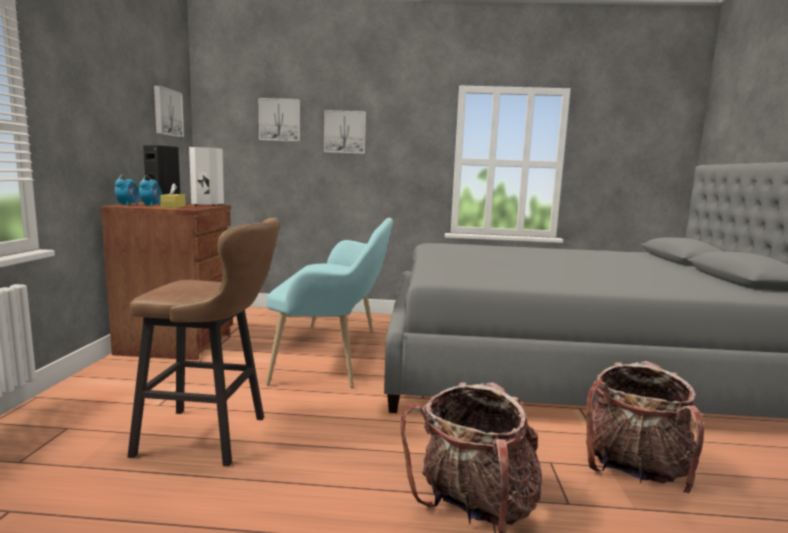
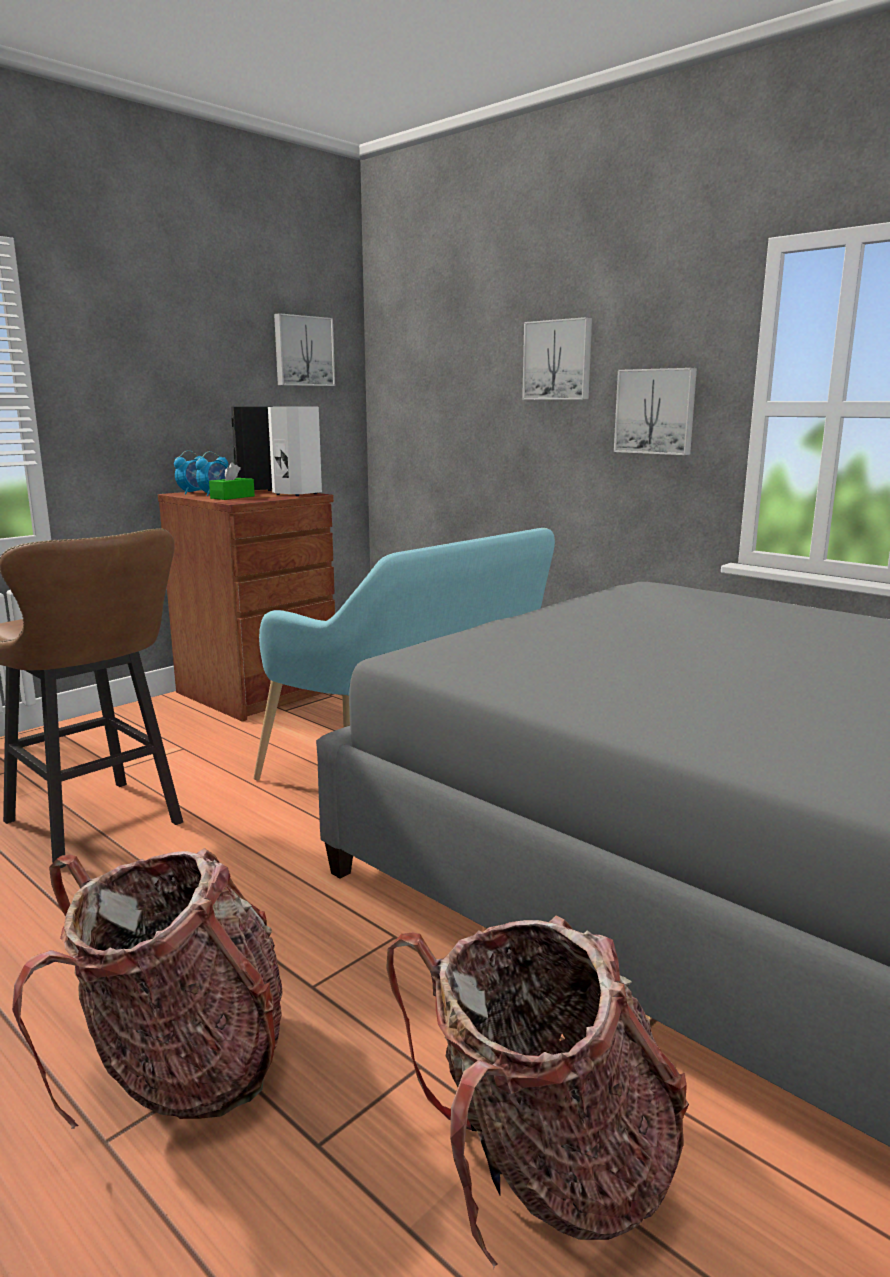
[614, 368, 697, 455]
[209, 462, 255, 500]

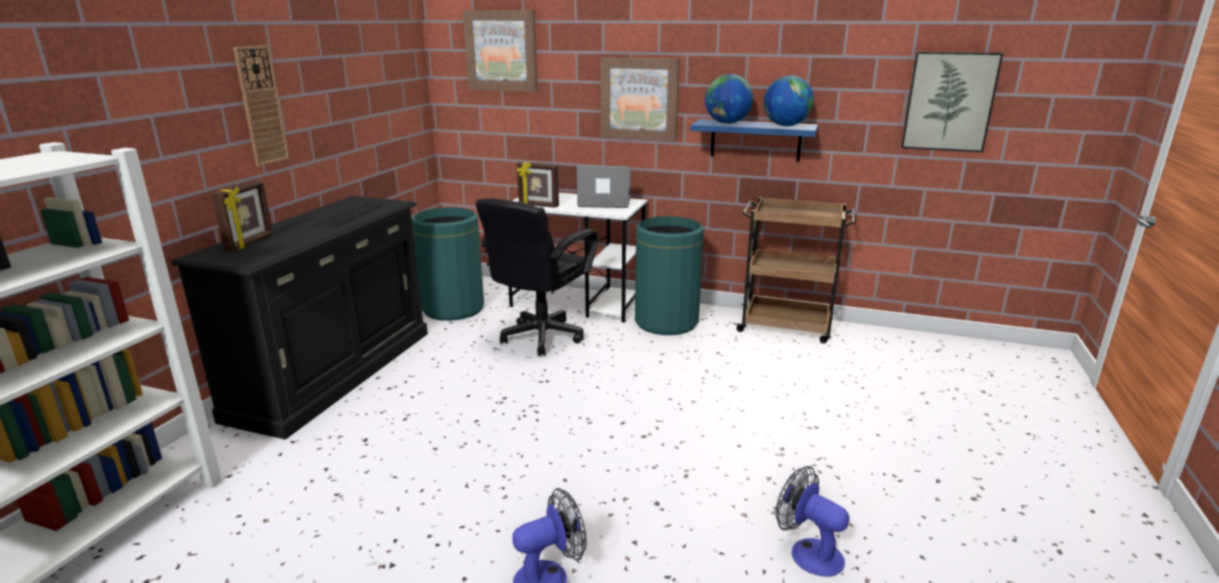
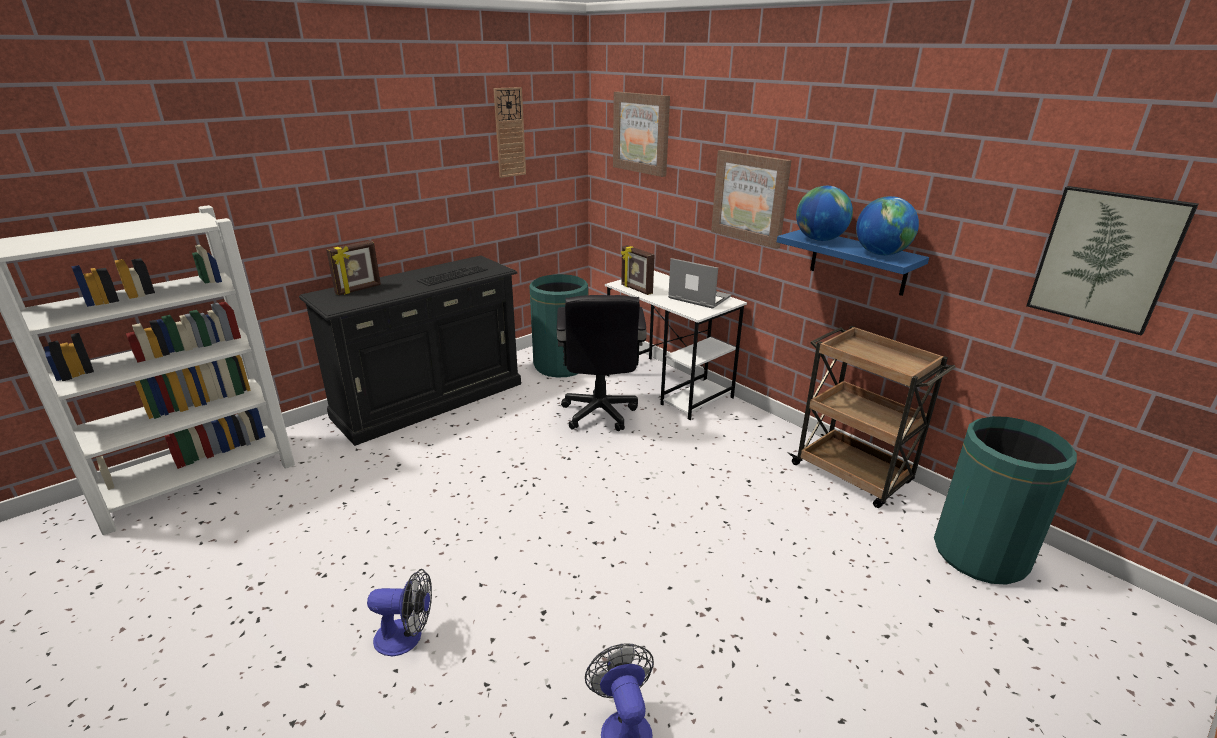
[493, 87, 526, 178]
[557, 295, 647, 431]
[934, 416, 1077, 585]

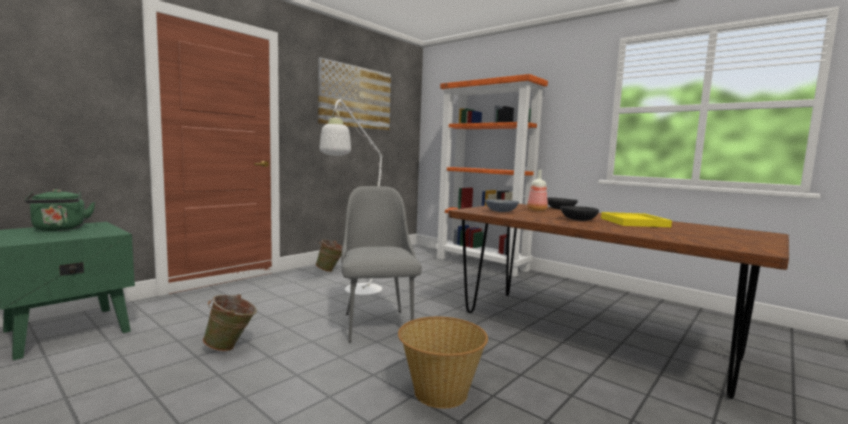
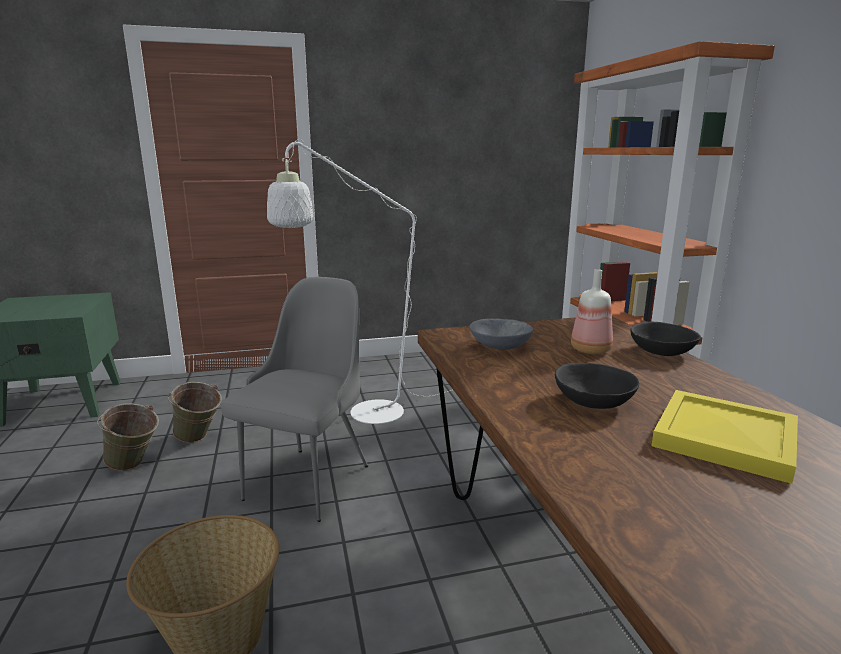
[318, 57, 391, 130] (first image)
[25, 189, 96, 231] (first image)
[168, 382, 222, 443]

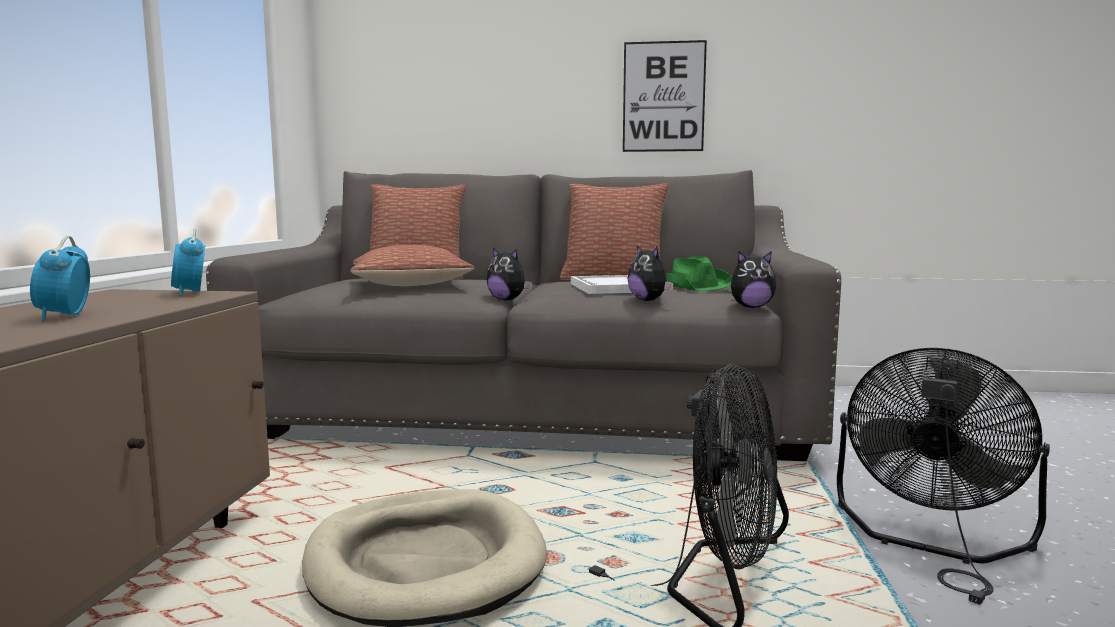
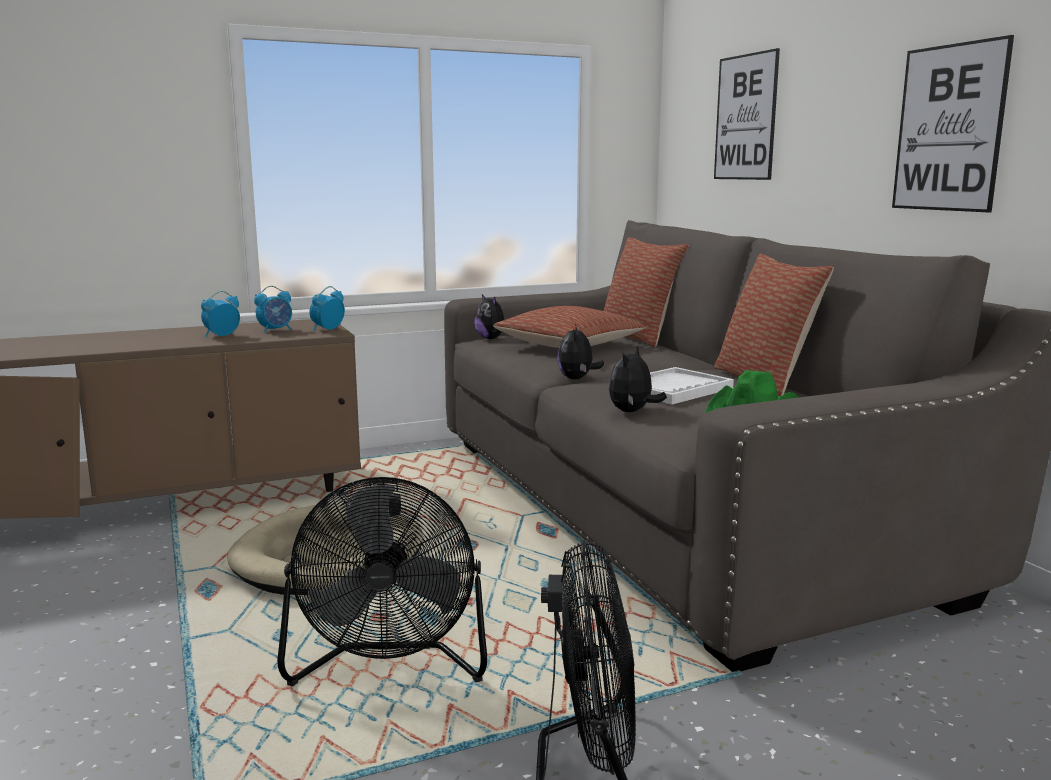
[474, 294, 504, 339]
[714, 48, 780, 180]
[254, 286, 292, 333]

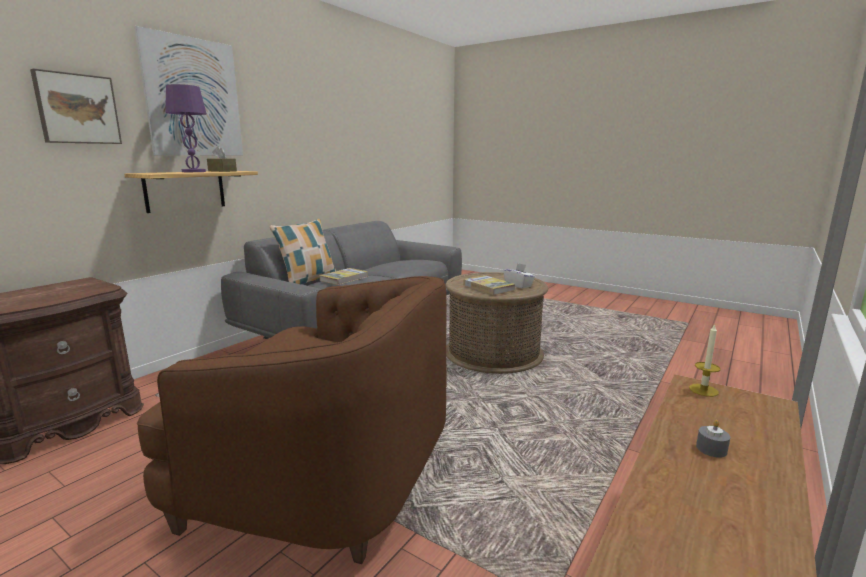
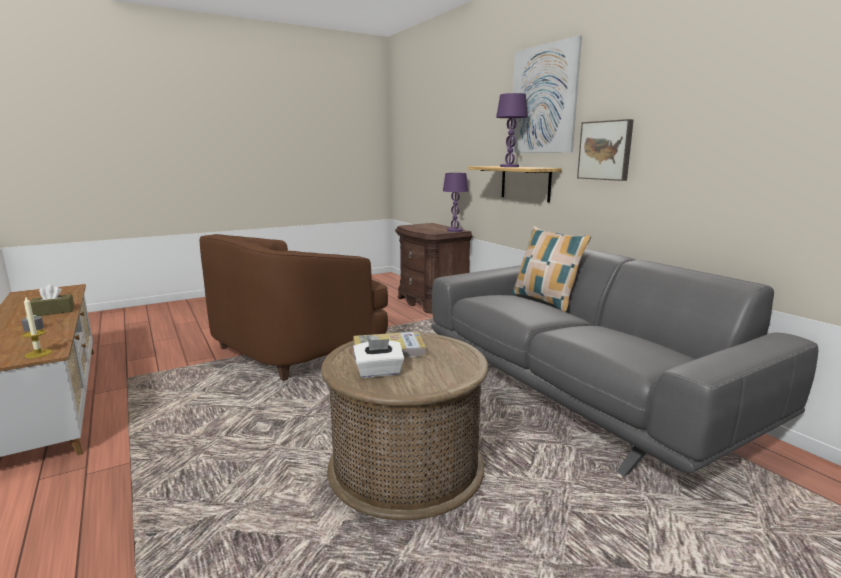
[577, 119, 634, 181]
[30, 285, 74, 316]
[319, 268, 368, 285] (first image)
[443, 173, 468, 232]

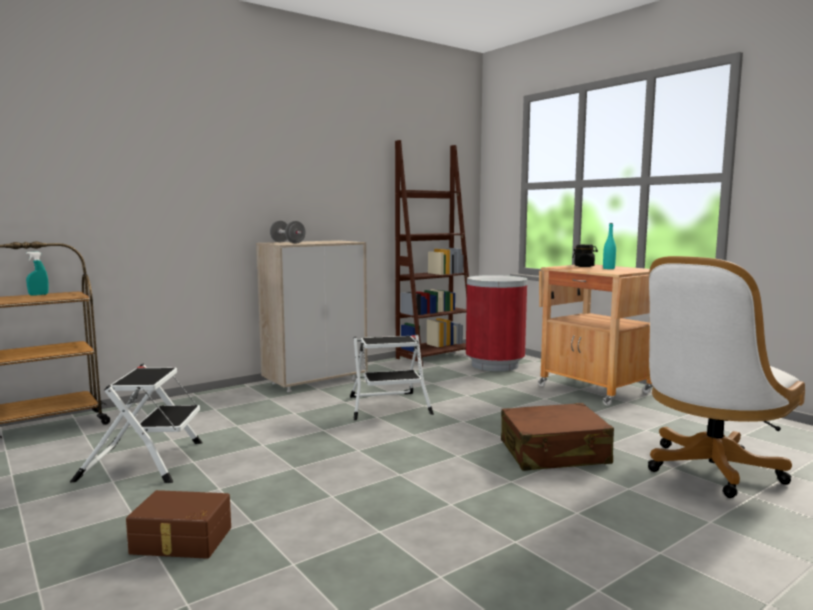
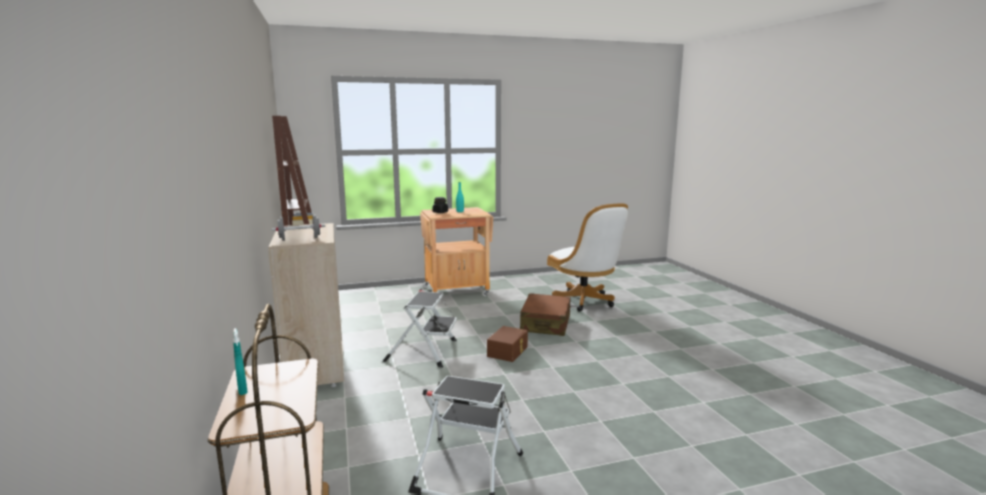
[466, 275, 527, 371] (first image)
[487, 326, 528, 362]

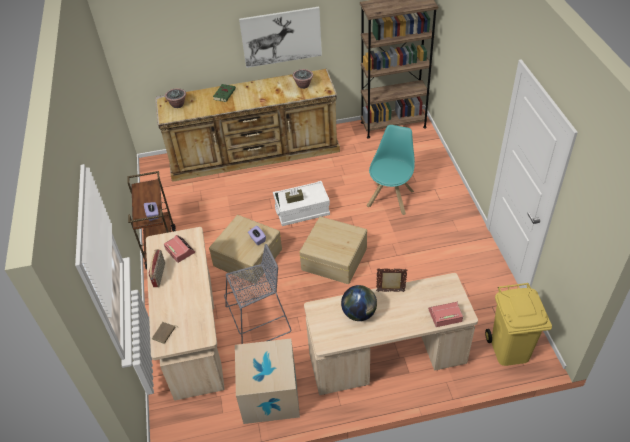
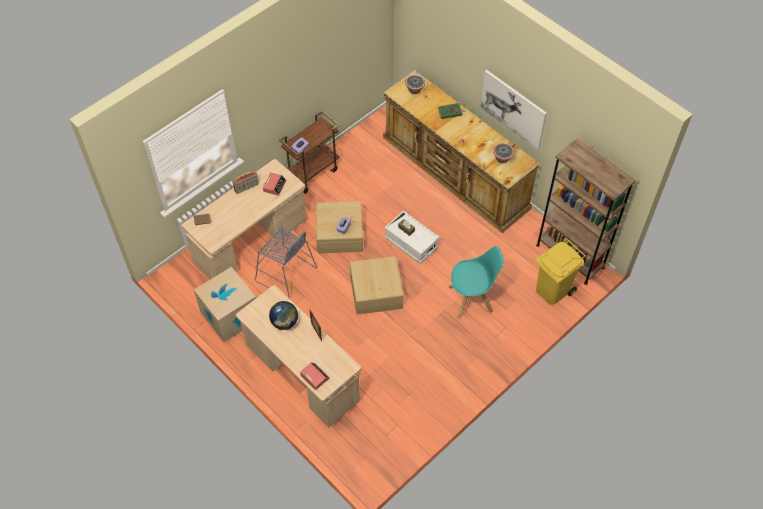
[535, 240, 586, 305]

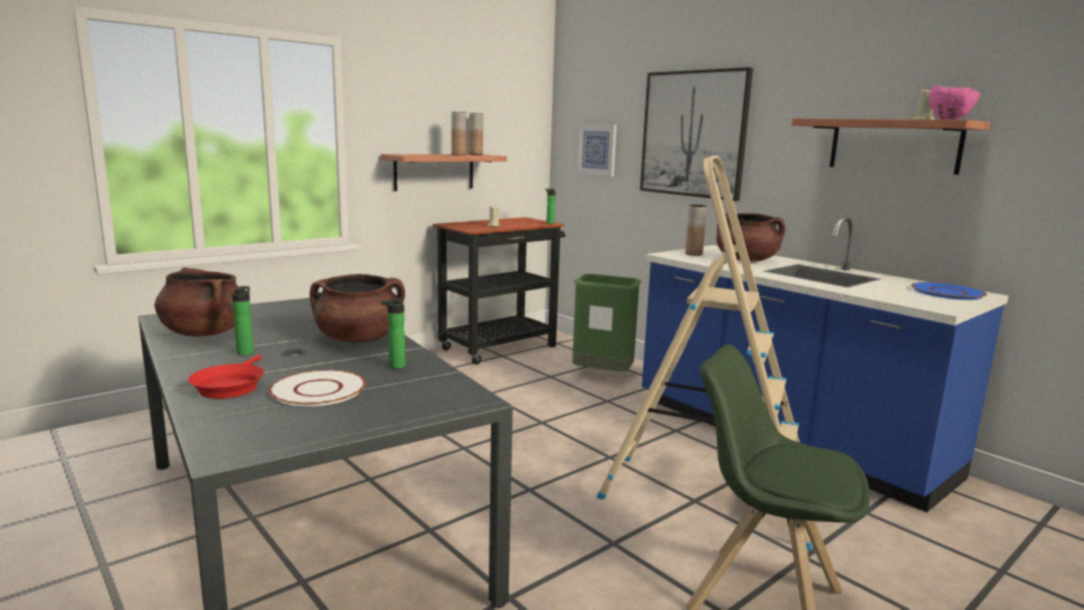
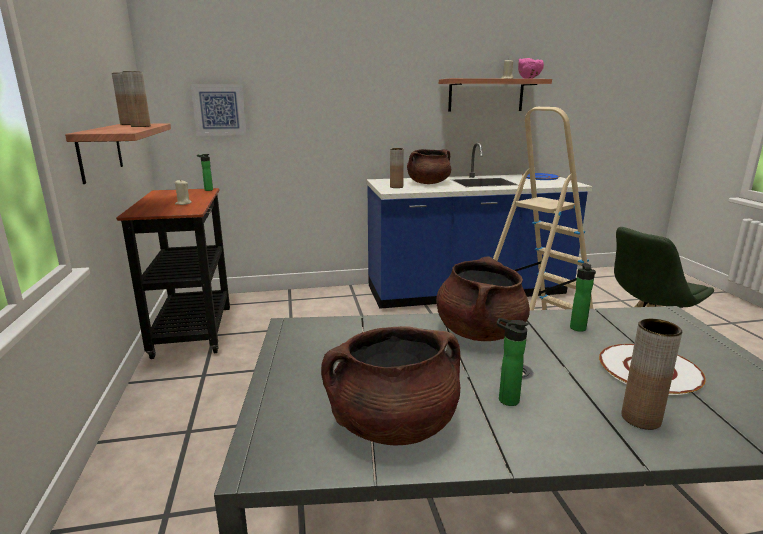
[640, 67, 753, 201] (first image)
[572, 274, 641, 377] (first image)
[621, 319, 682, 430]

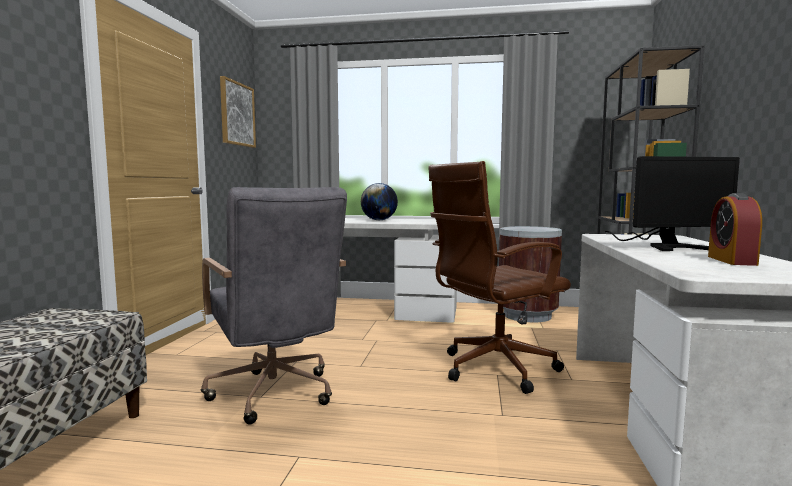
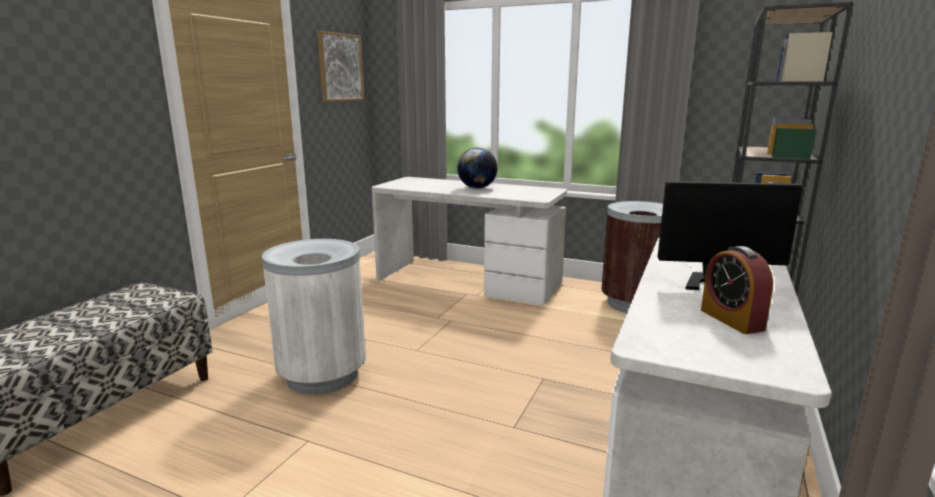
[428, 161, 571, 394] (first image)
[262, 239, 366, 395]
[701, 246, 773, 334]

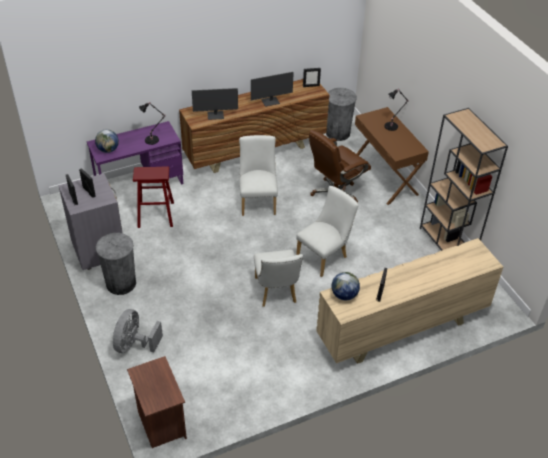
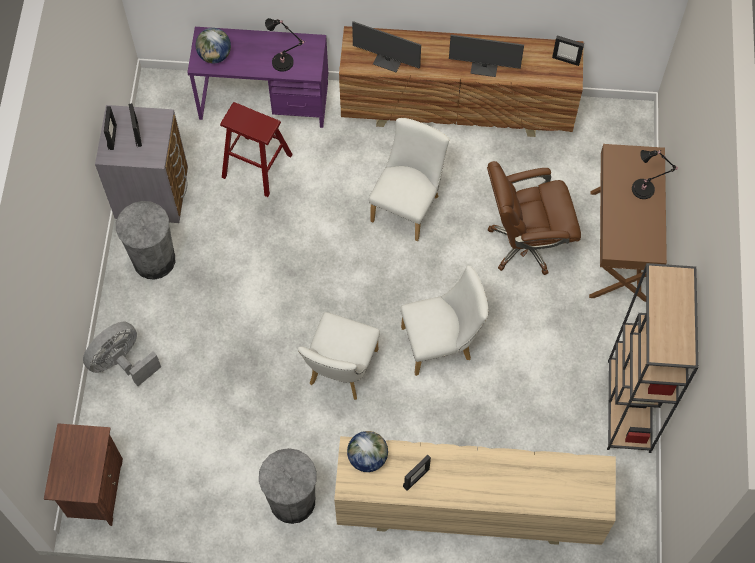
[259, 448, 317, 524]

